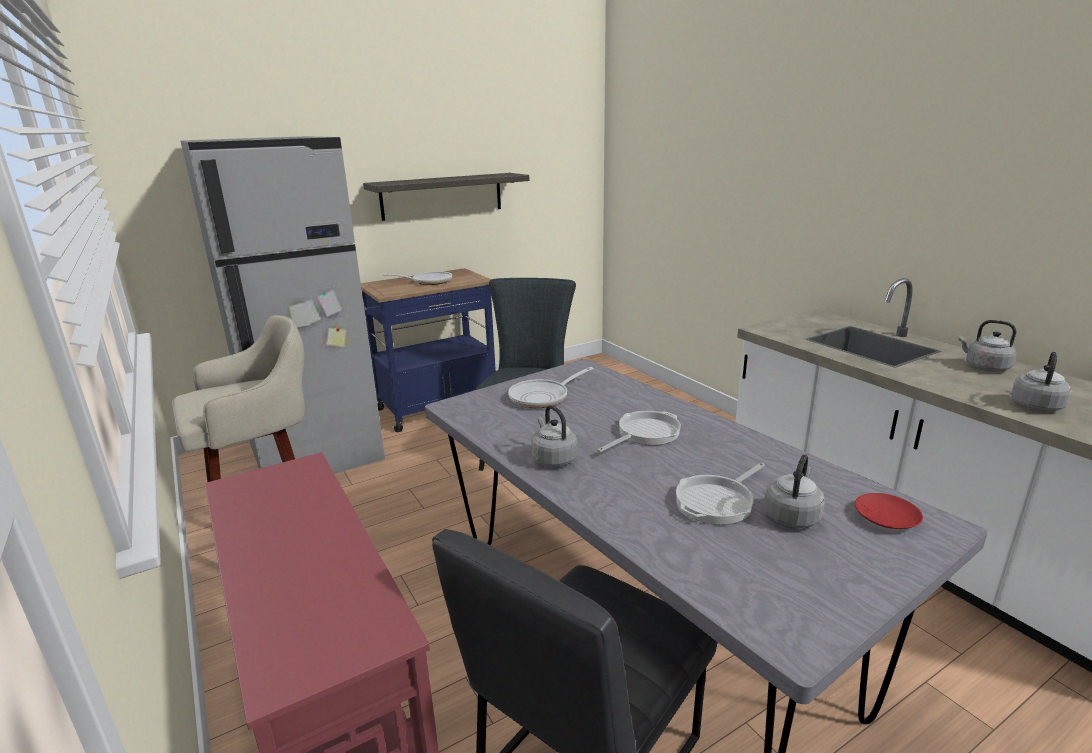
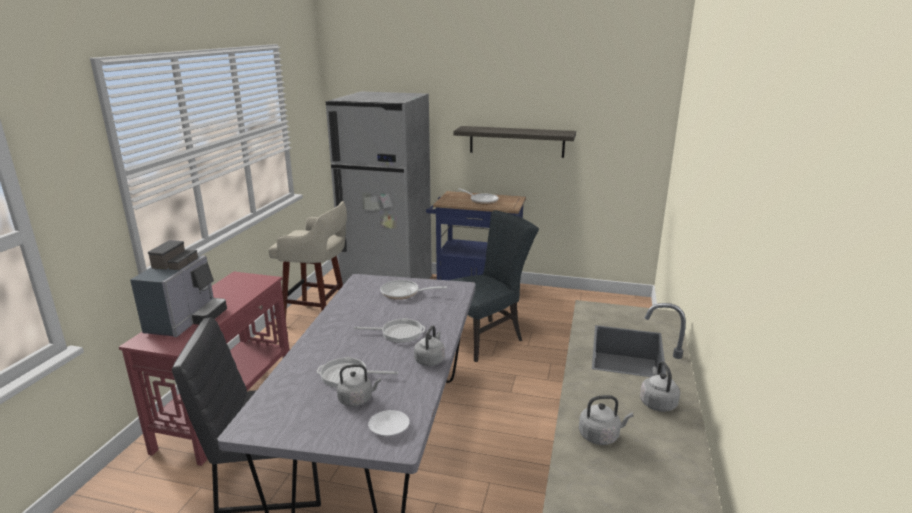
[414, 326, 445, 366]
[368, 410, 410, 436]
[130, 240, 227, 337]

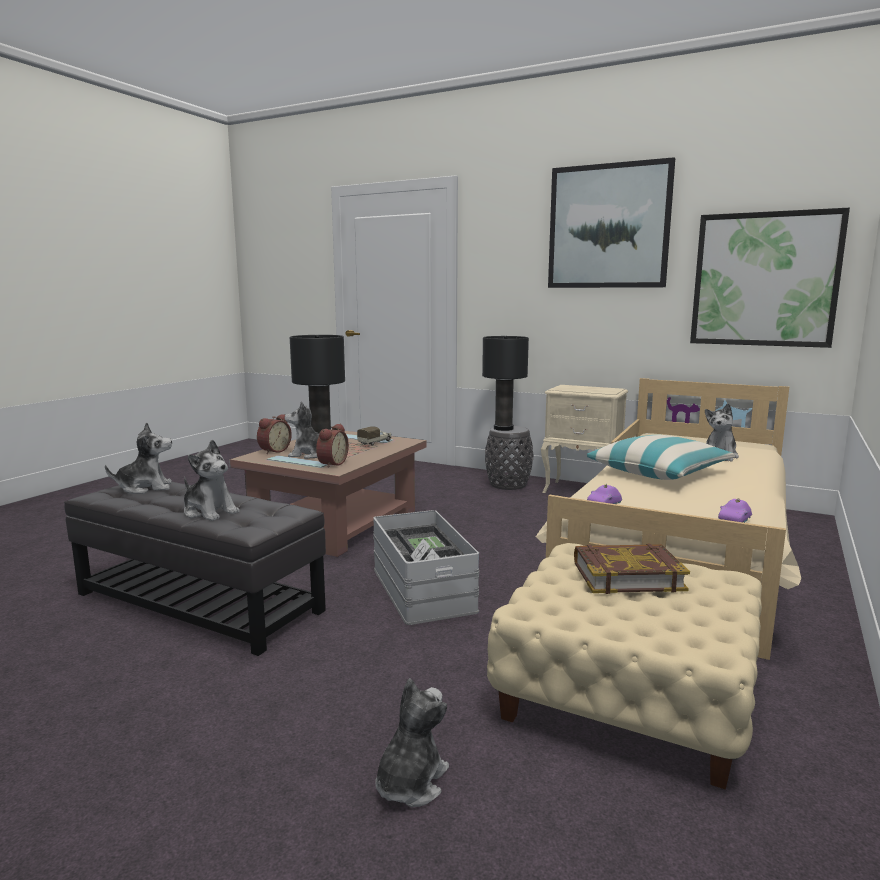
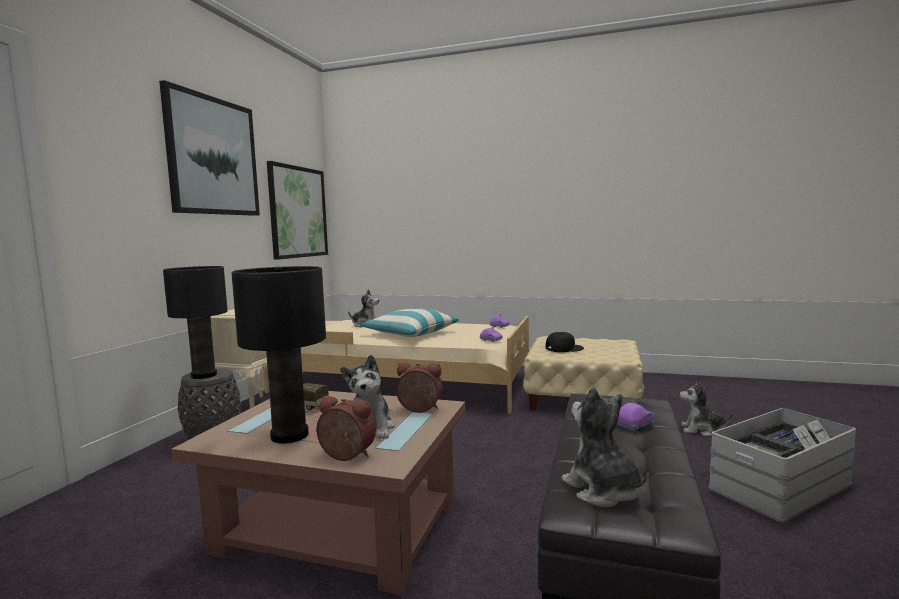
[617, 399, 655, 430]
[708, 408, 856, 523]
[546, 332, 584, 352]

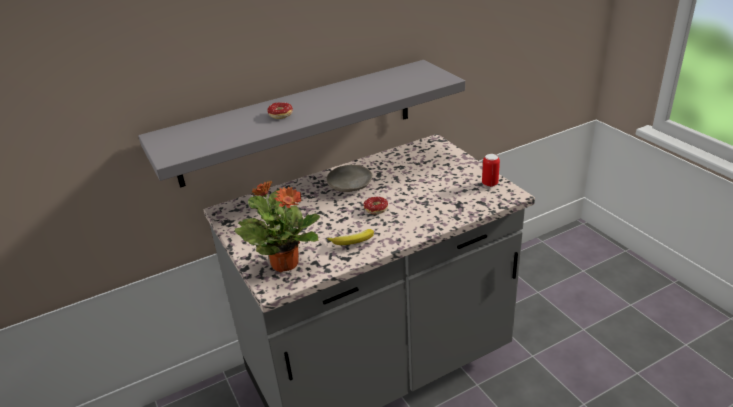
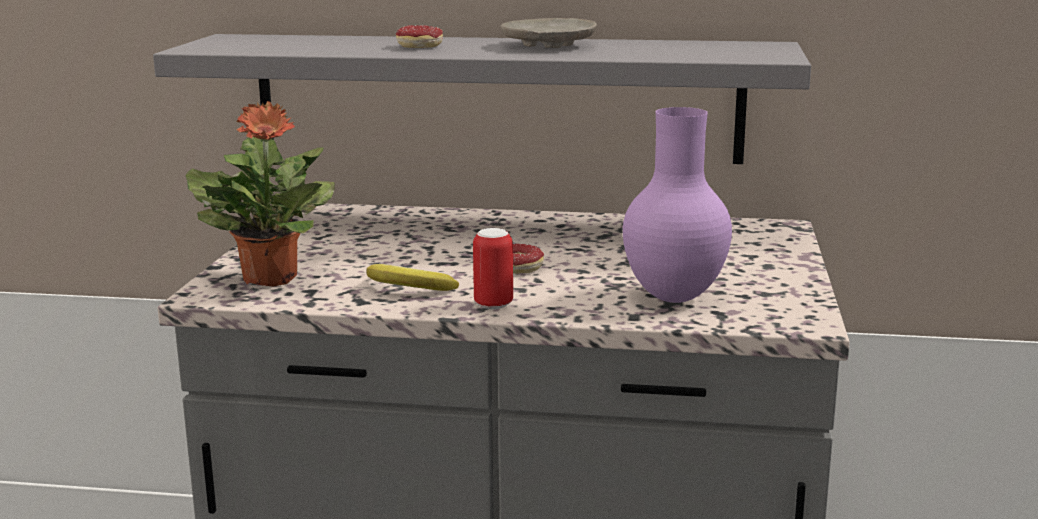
[473, 228, 513, 309]
[501, 18, 597, 48]
[623, 107, 732, 303]

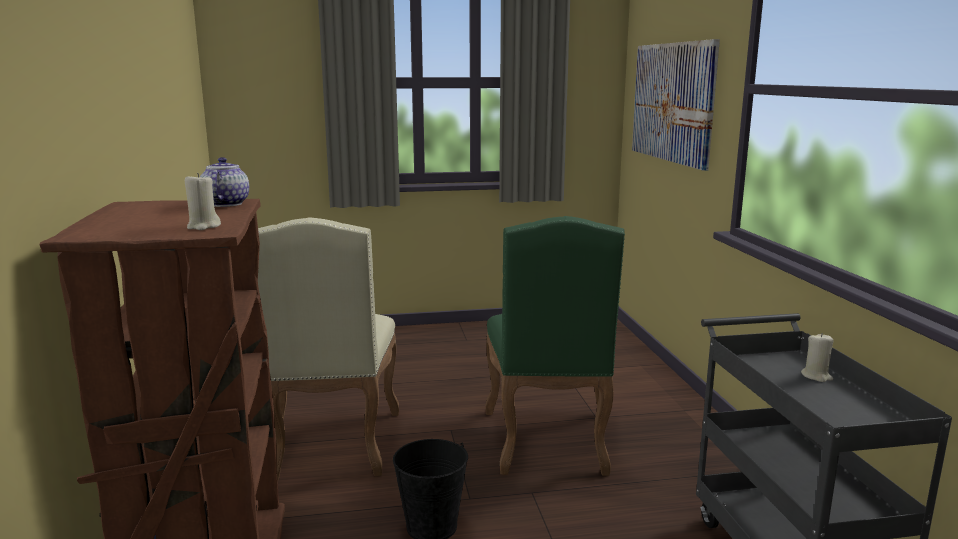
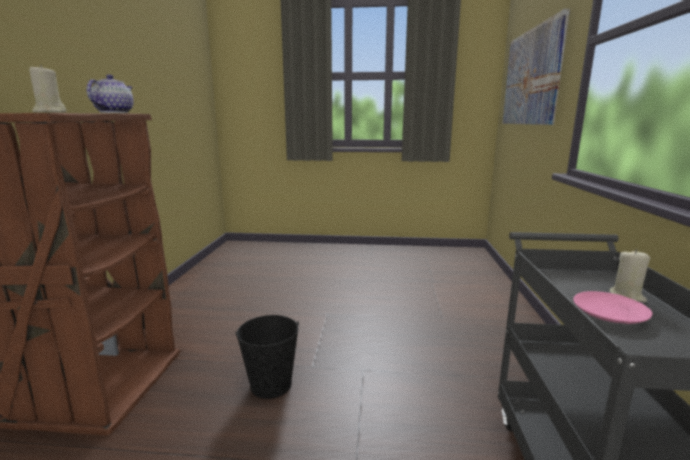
[486, 216, 625, 476] (first image)
[258, 218, 399, 481] (first image)
[573, 291, 652, 324]

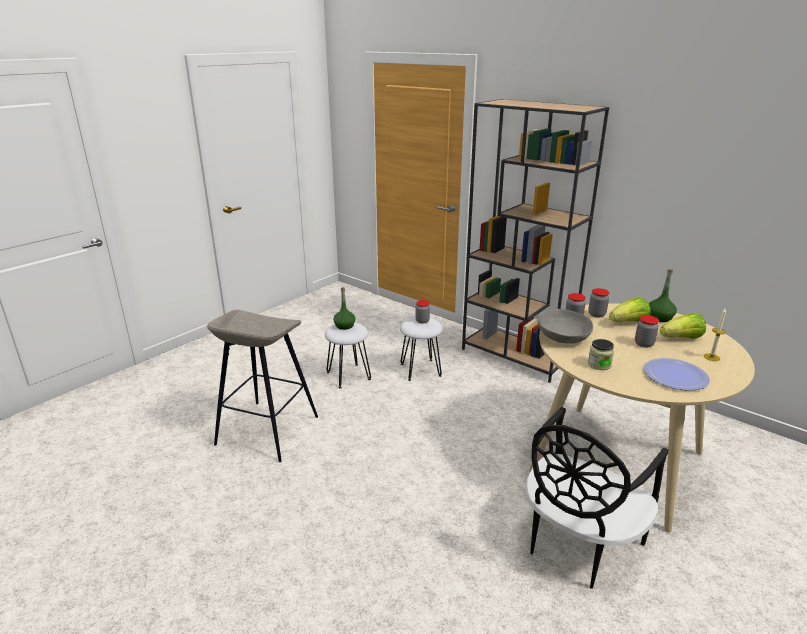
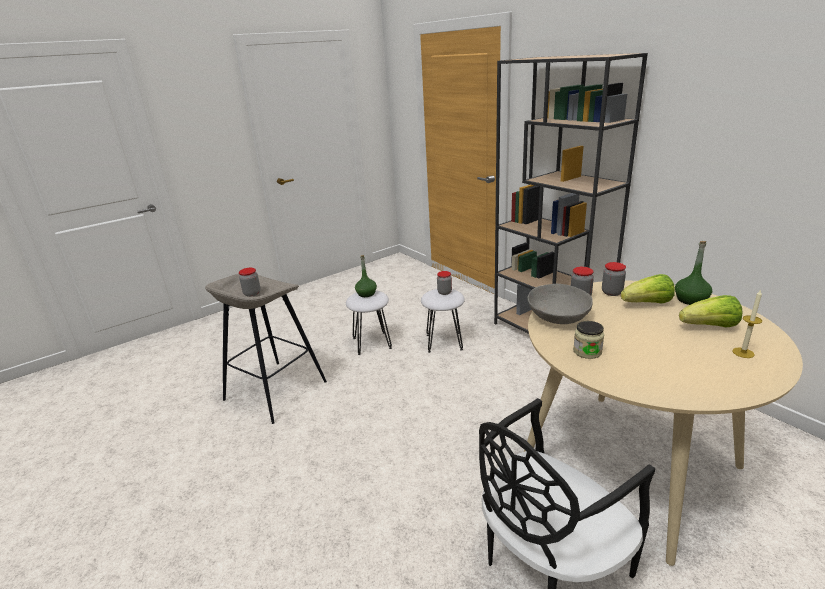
[239, 268, 261, 297]
[644, 358, 710, 391] (first image)

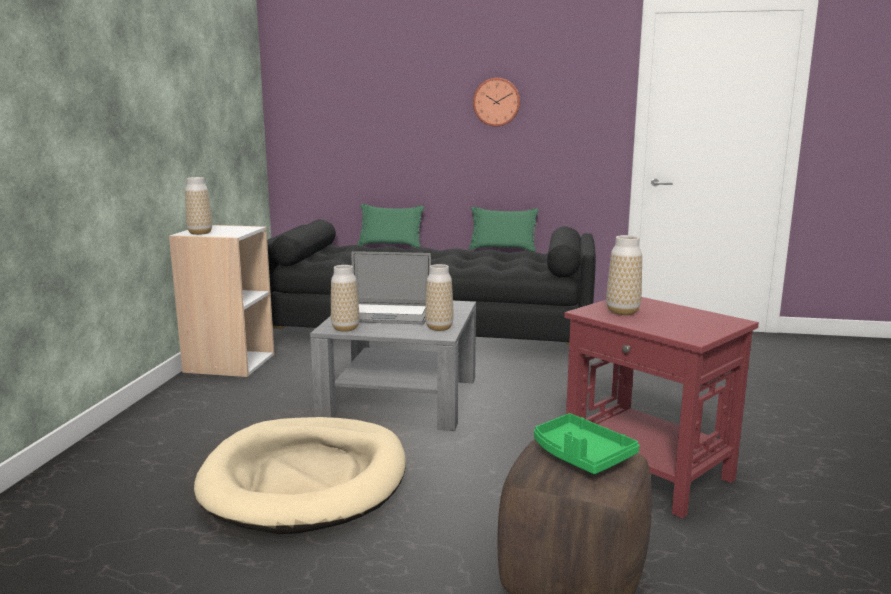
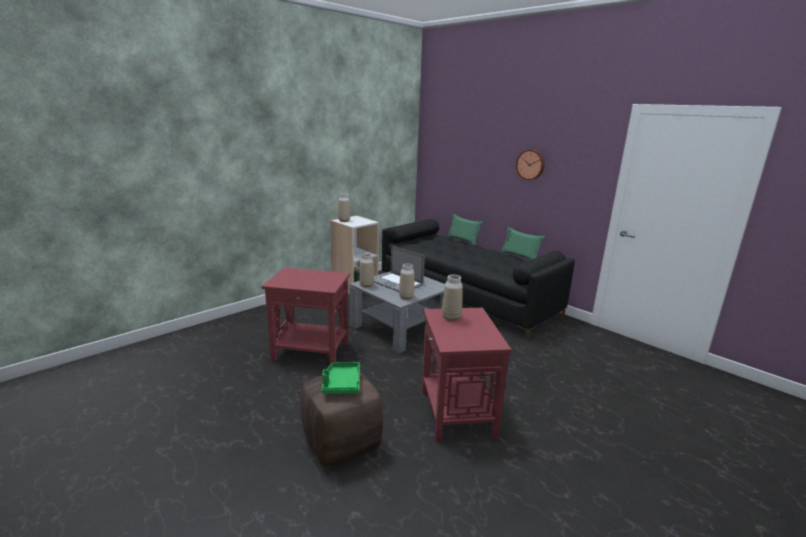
[261, 268, 350, 365]

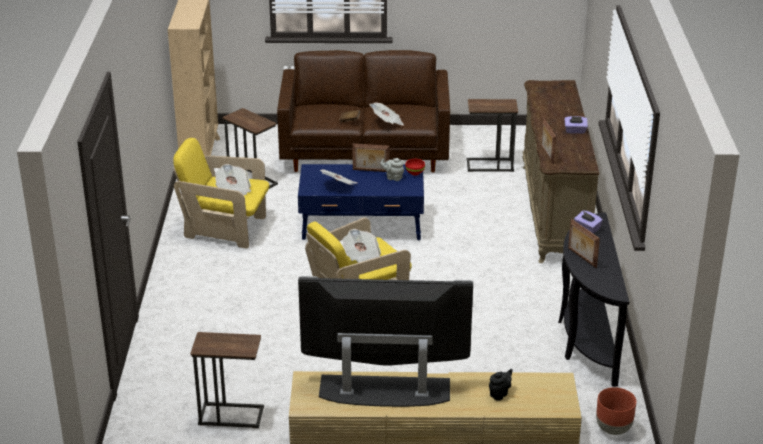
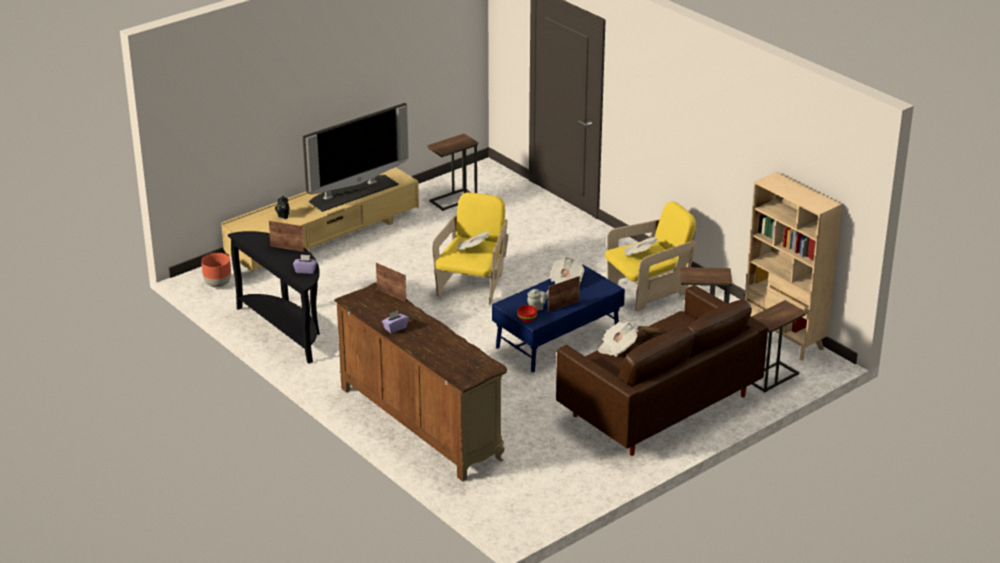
[751, 300, 807, 393]

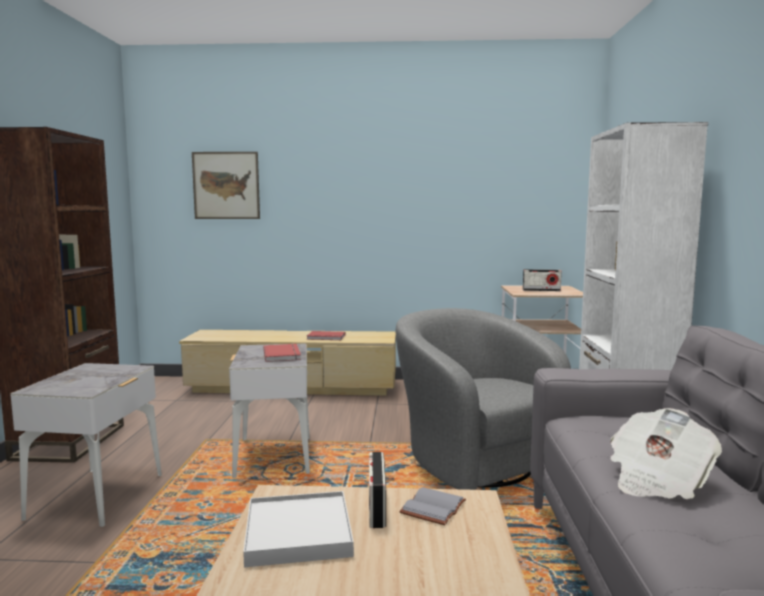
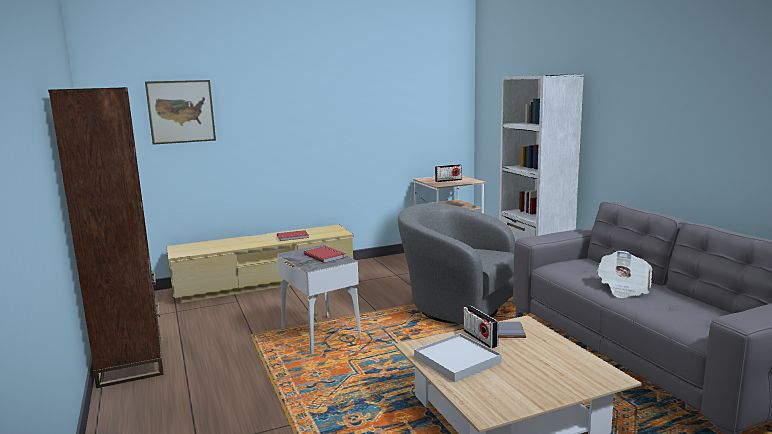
[10, 363, 162, 527] (first image)

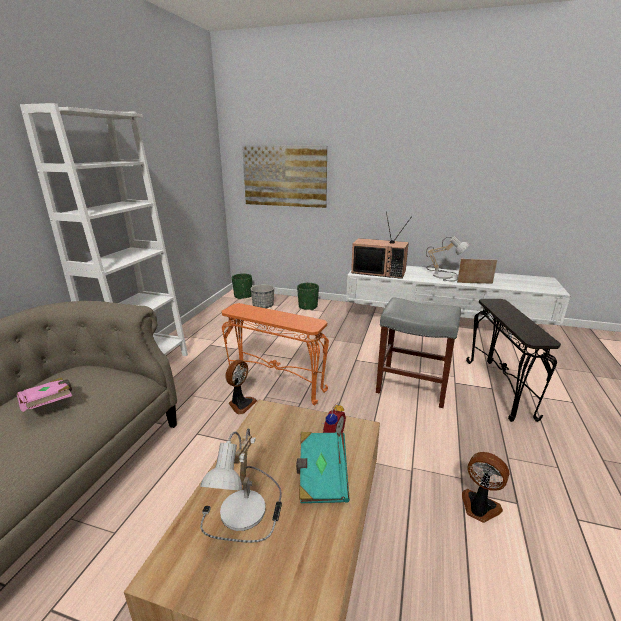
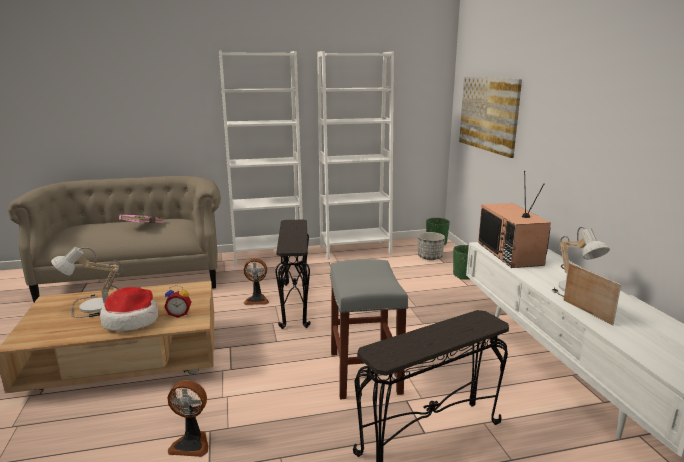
[275, 220, 310, 329]
[100, 287, 158, 331]
[168, 380, 208, 457]
[317, 51, 394, 260]

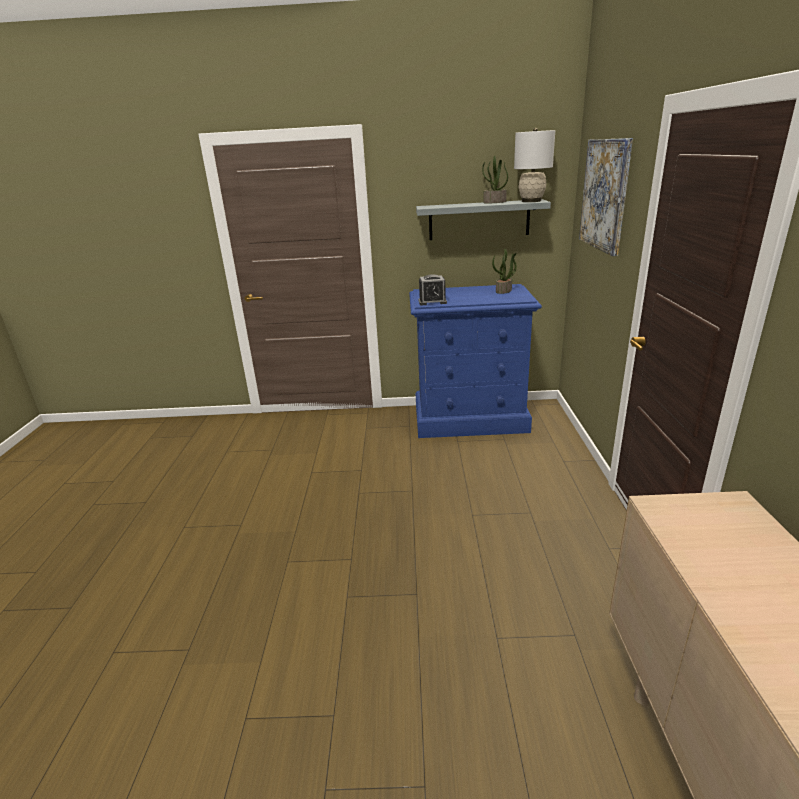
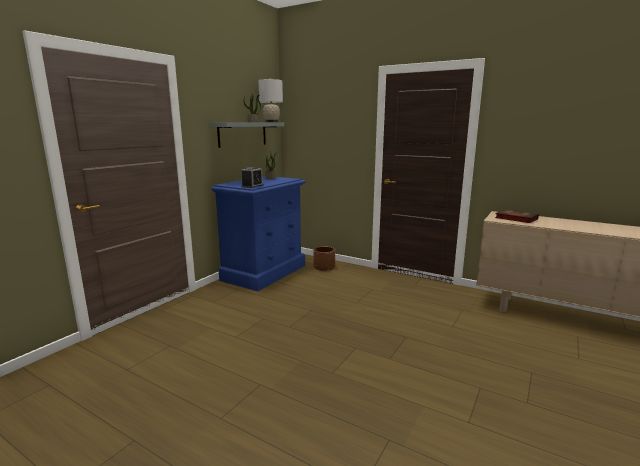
[579, 138, 633, 256] (first image)
[495, 210, 539, 223]
[313, 246, 335, 271]

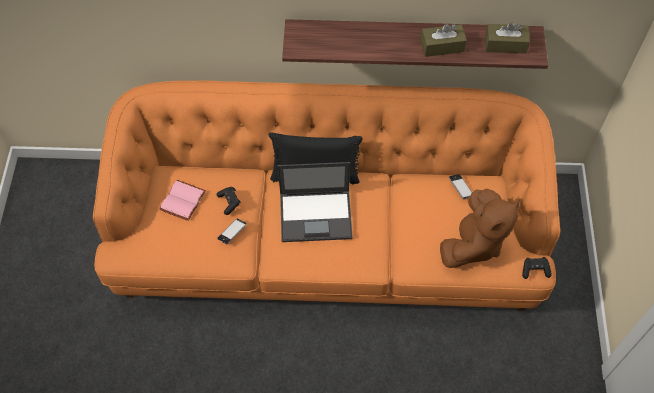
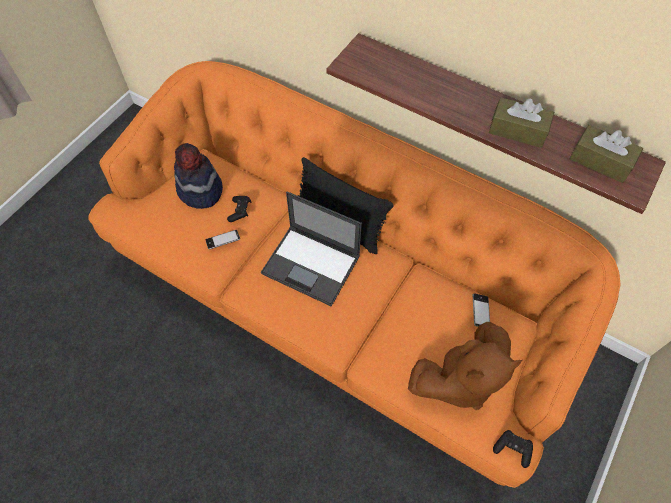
[174, 143, 223, 209]

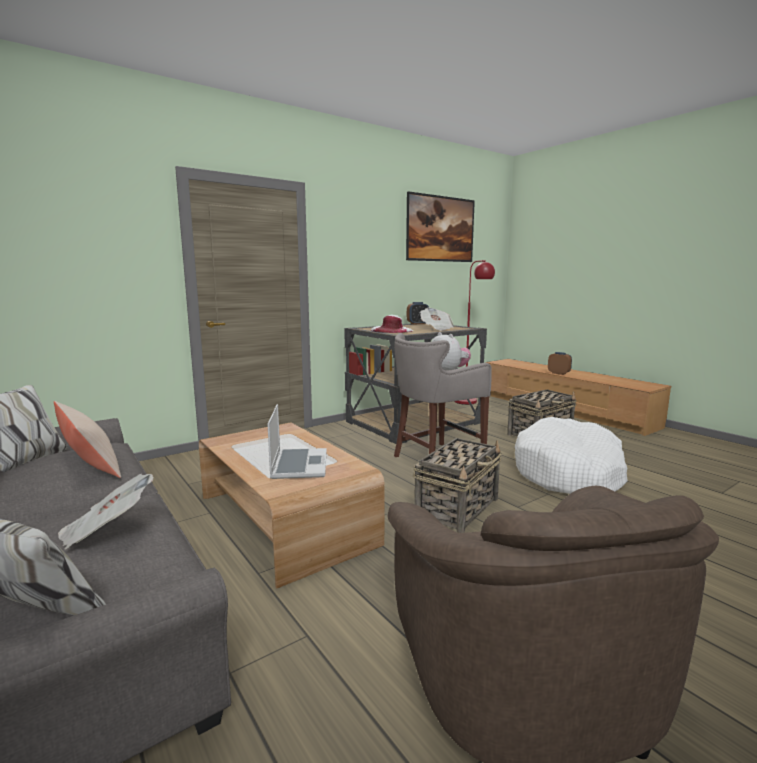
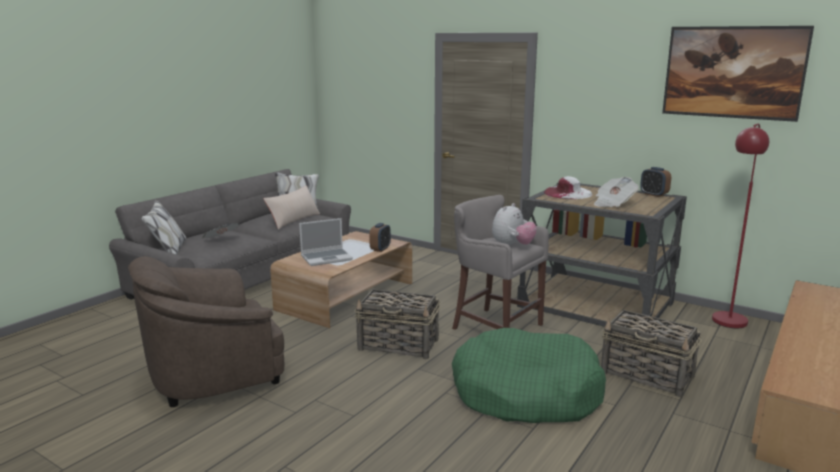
[369, 223, 391, 252]
[452, 328, 606, 423]

